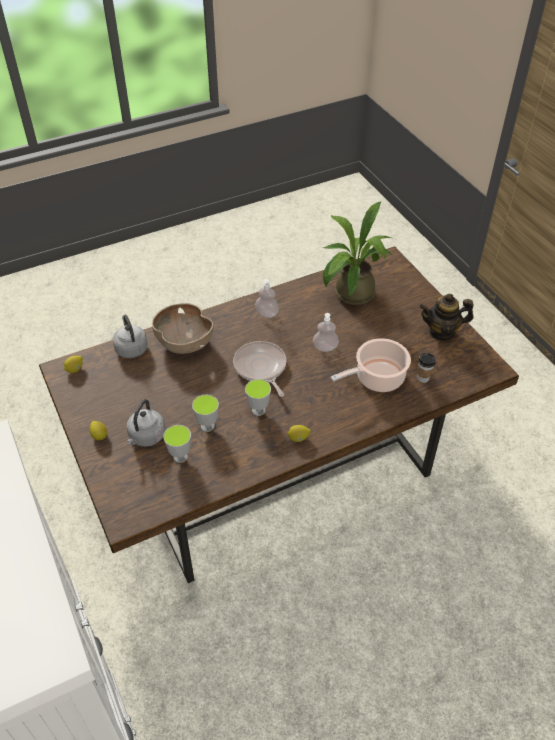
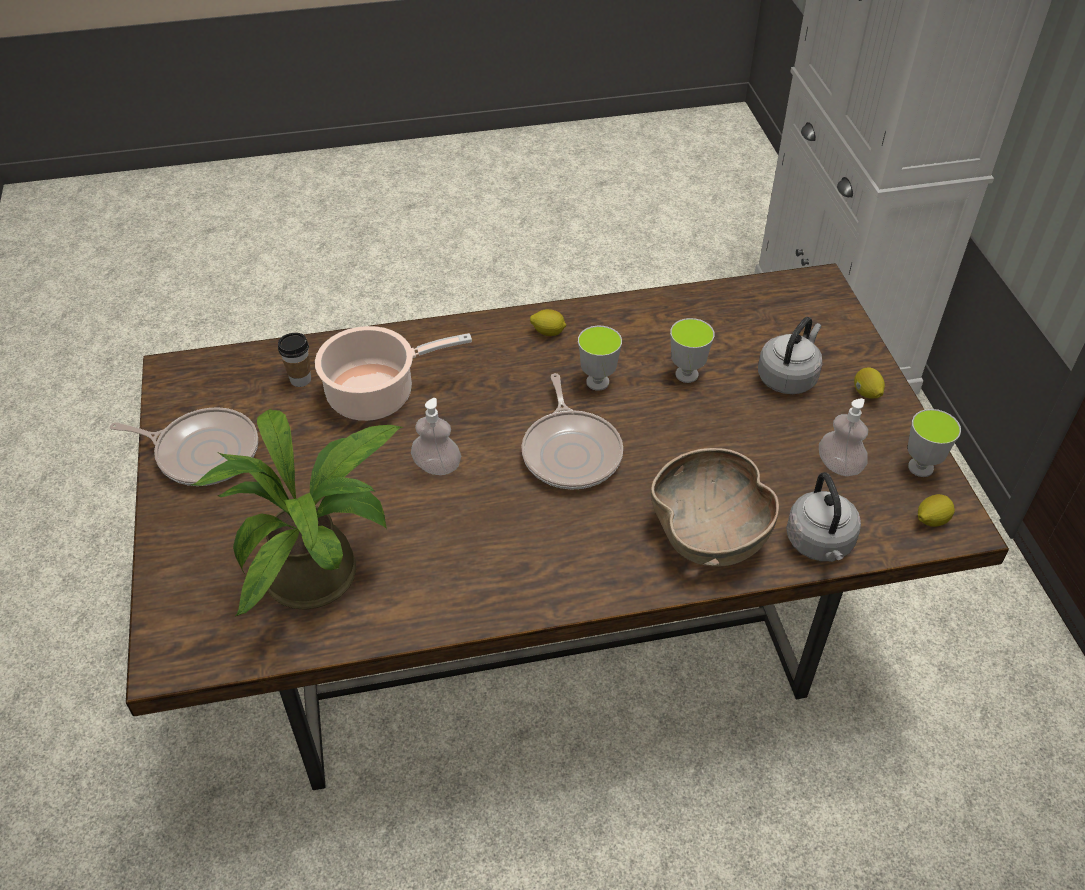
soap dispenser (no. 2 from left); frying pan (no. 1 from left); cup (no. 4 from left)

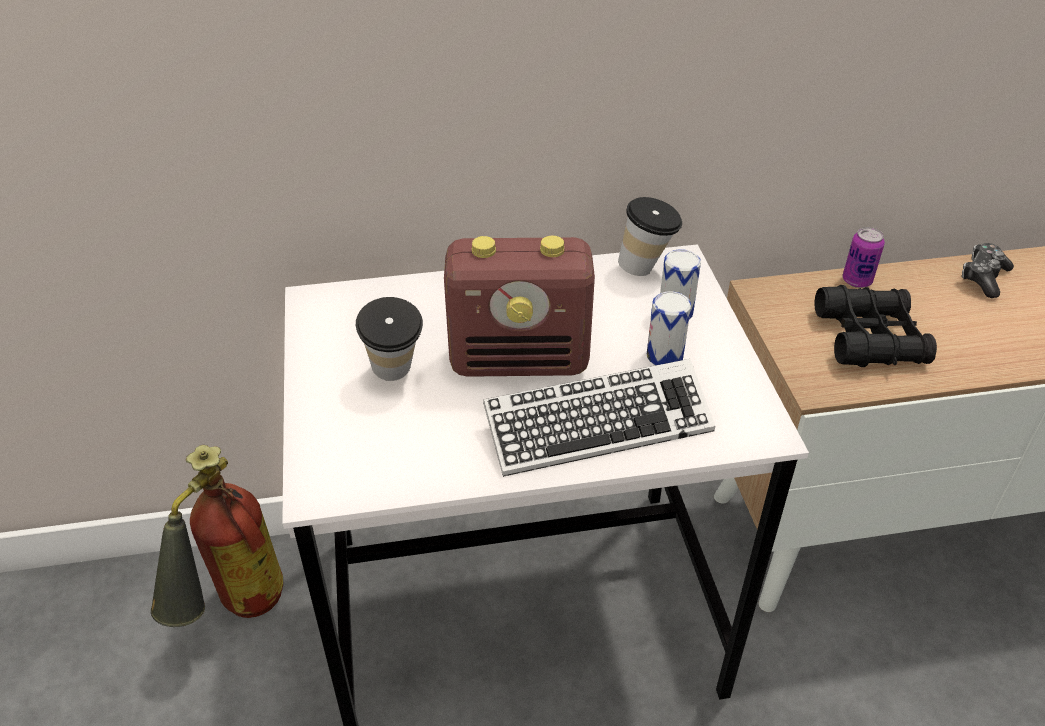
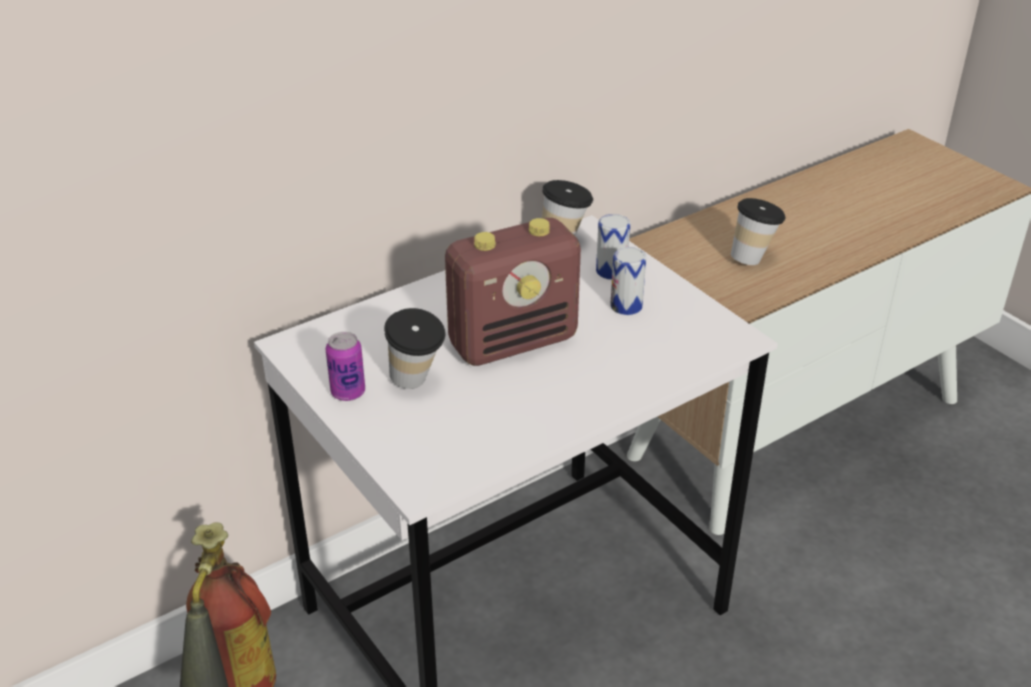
can (no. 1 from left); game controller; cup (no. 3 from left); keyboard

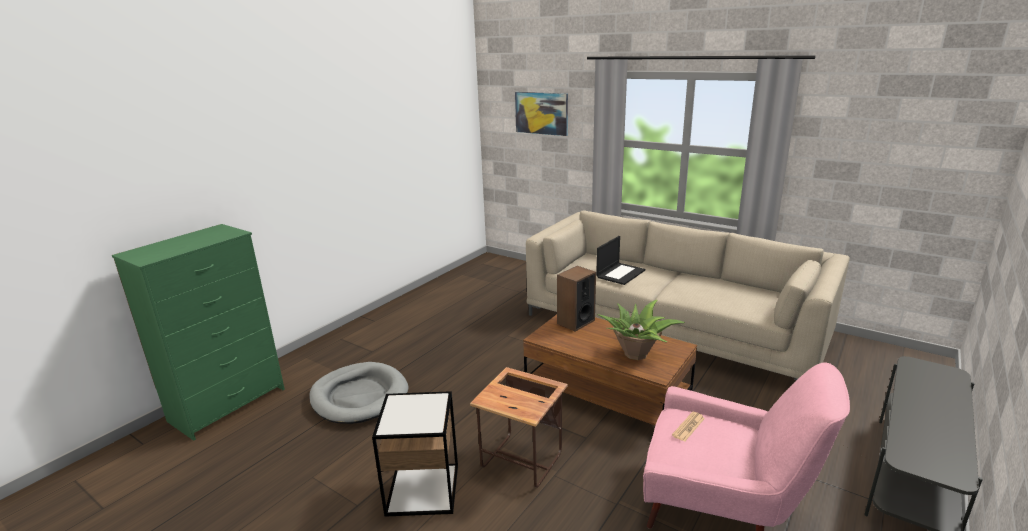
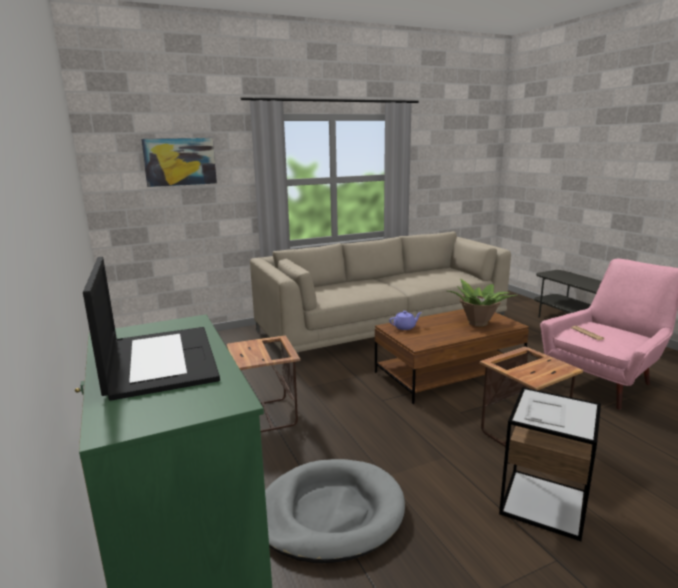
laptop; purple teapot; side table (no. 1 from left); picture frame

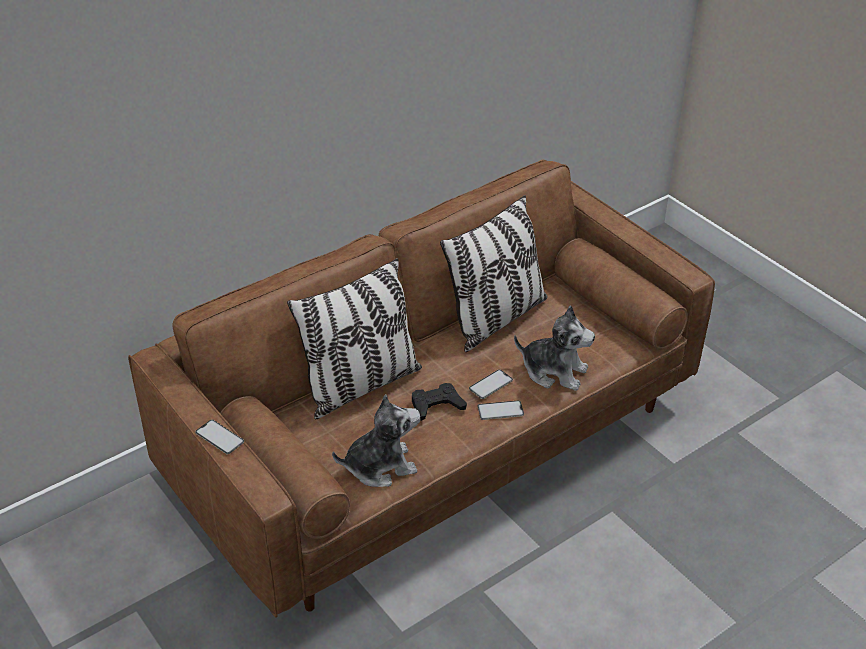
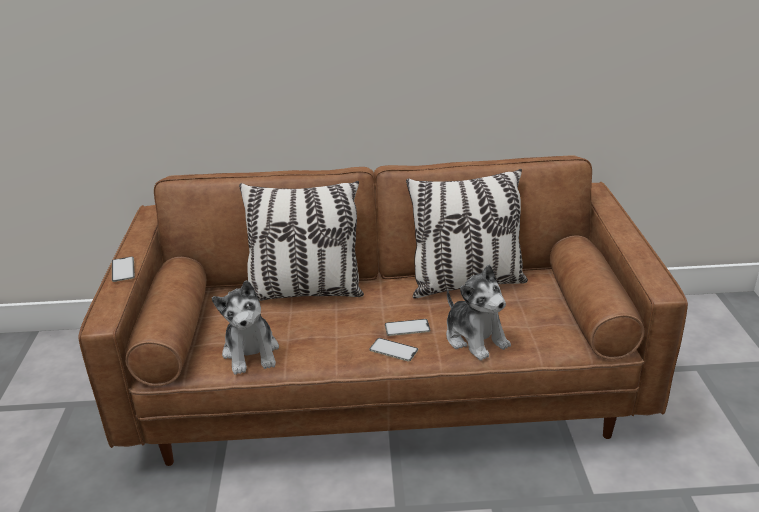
black game controller; plush toy (no. 1 from left)

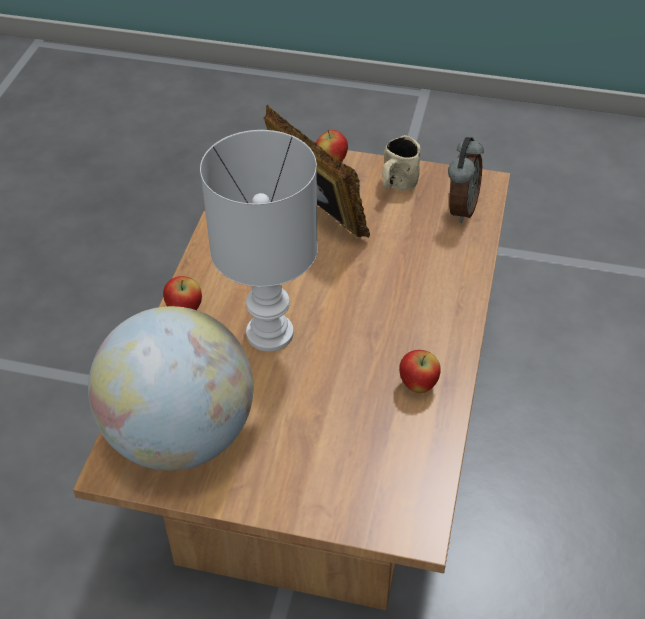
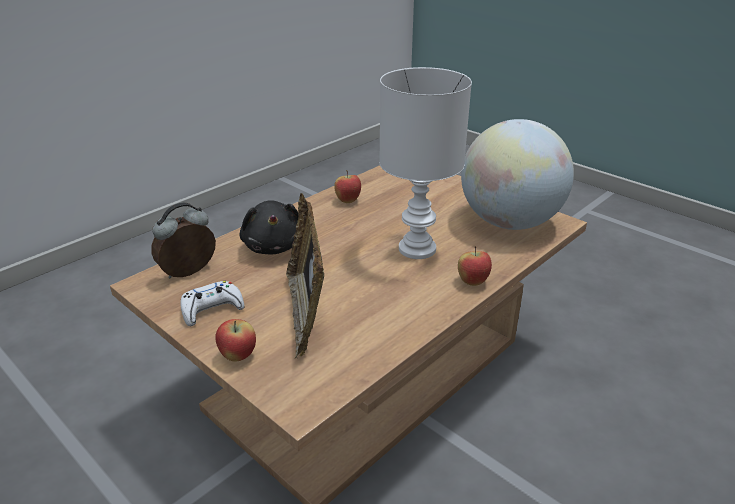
white game controller; black plush toy

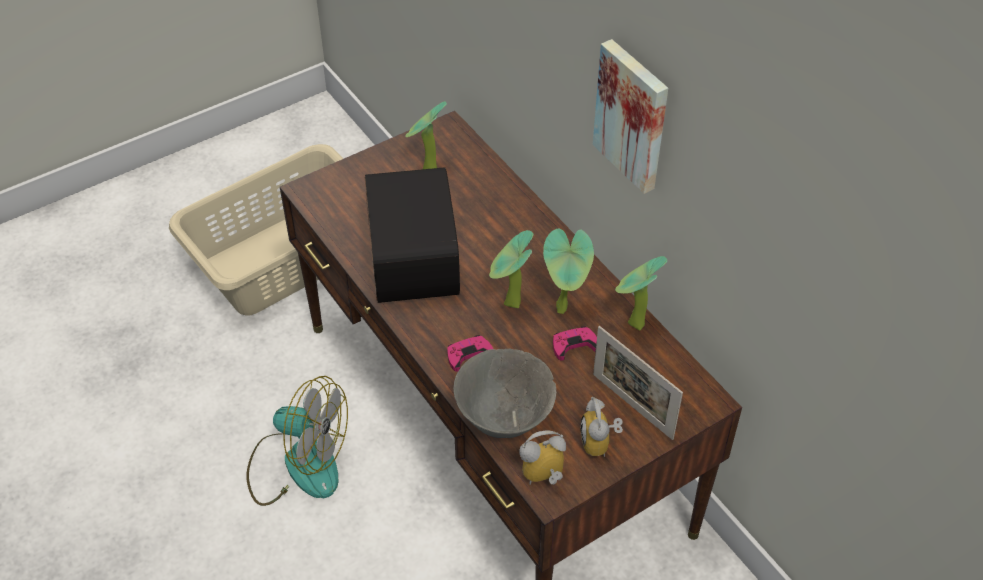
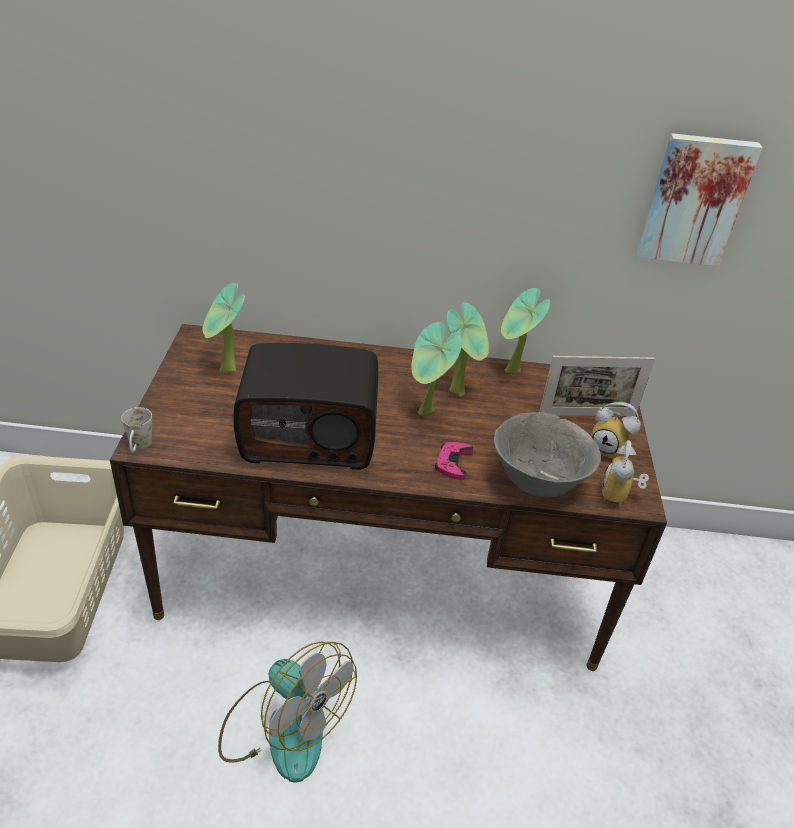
picture; radio; pink game controller (no. 2 from left in the first image); fan; white mug

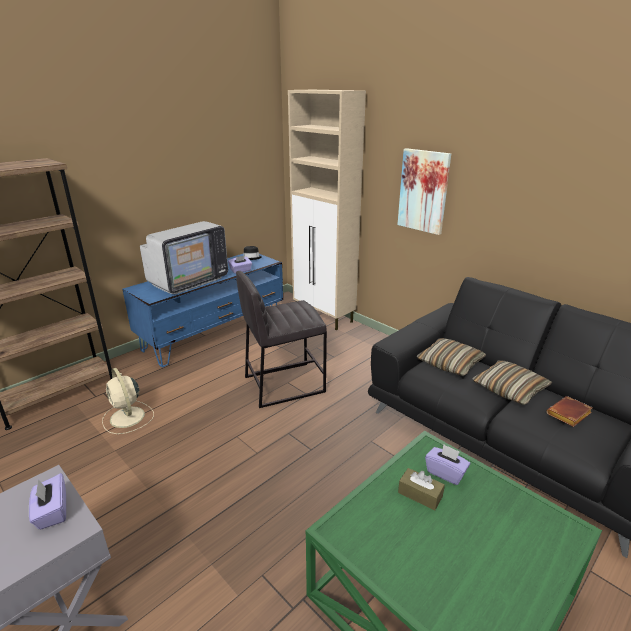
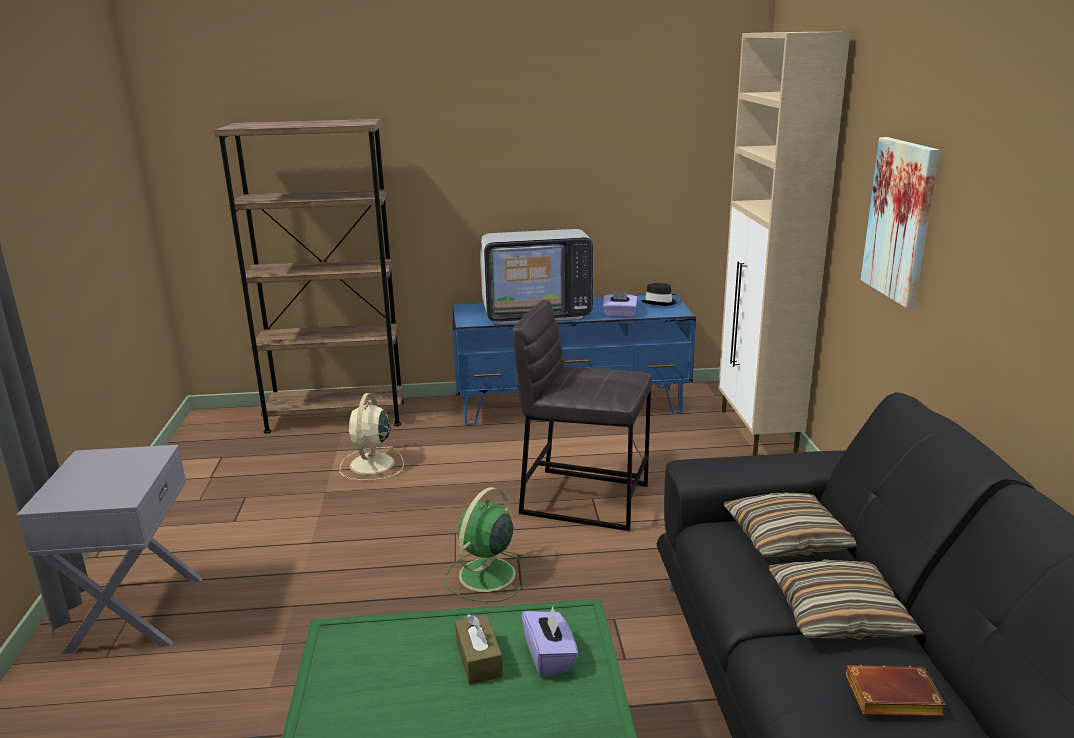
purple tissue box (no. 1 from left in the first image); green fan

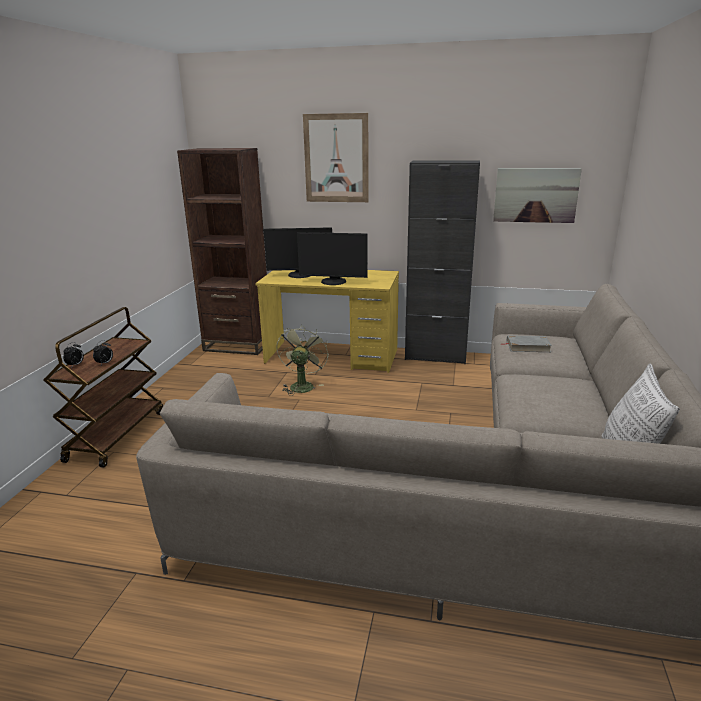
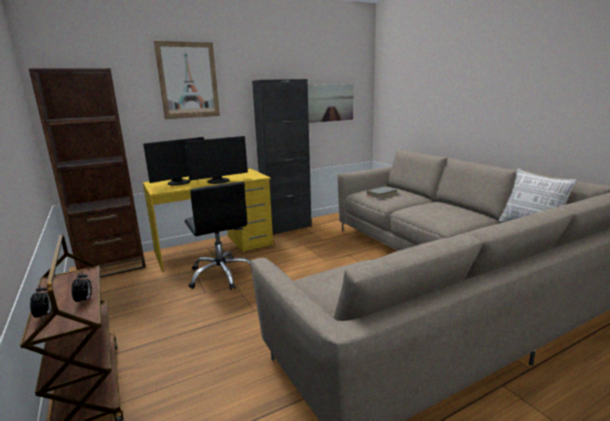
black office chair

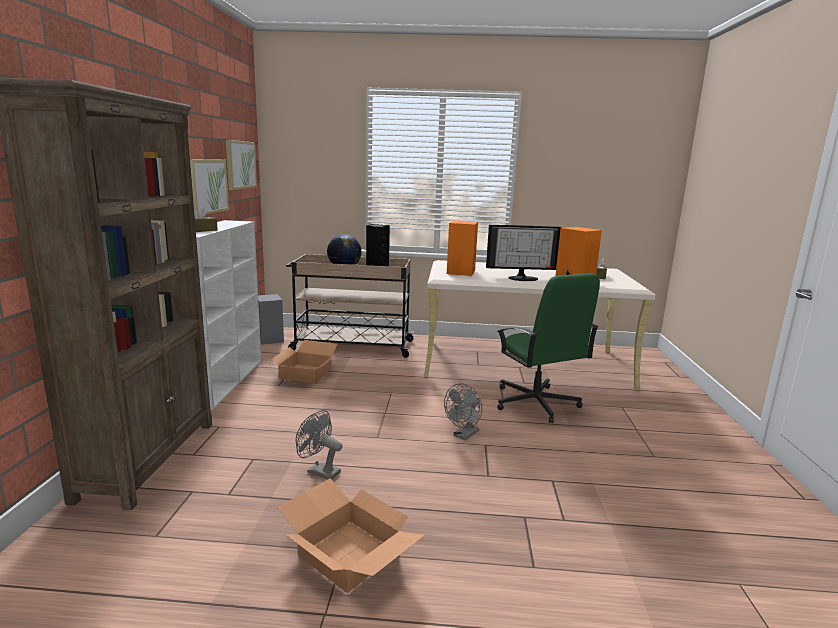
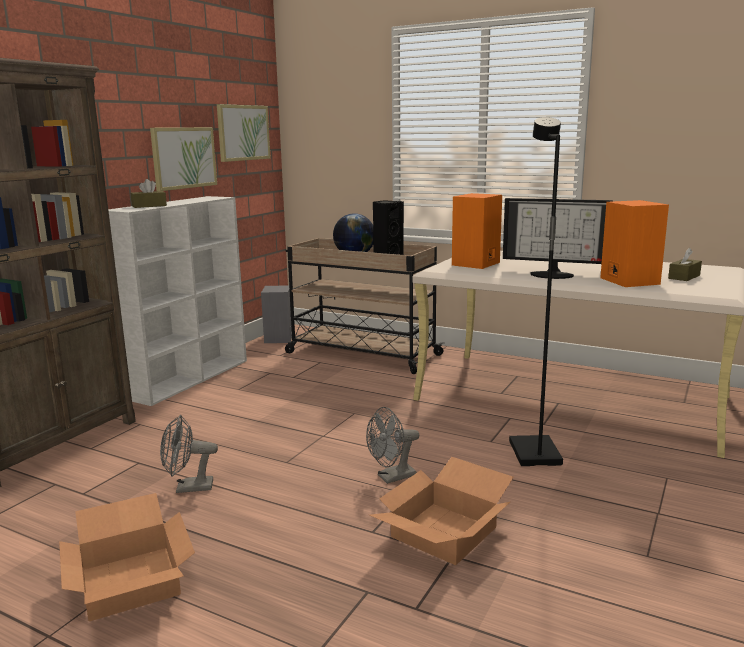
black floor lamp; cardboard box (no. 2 from left); grey fan (no. 1 from left)

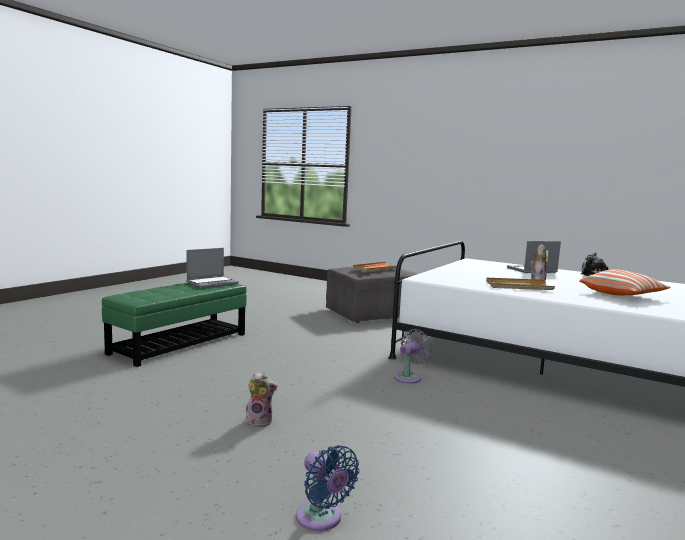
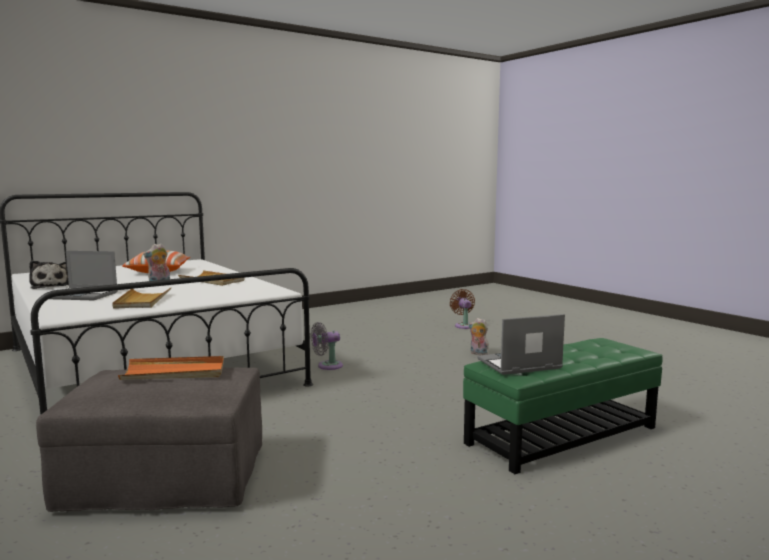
brown fan; beige tray (no. 1 from left)

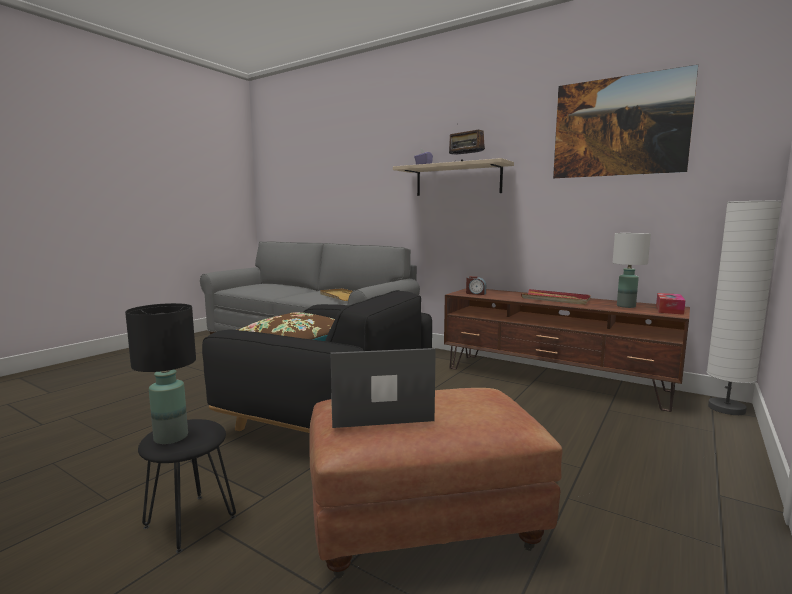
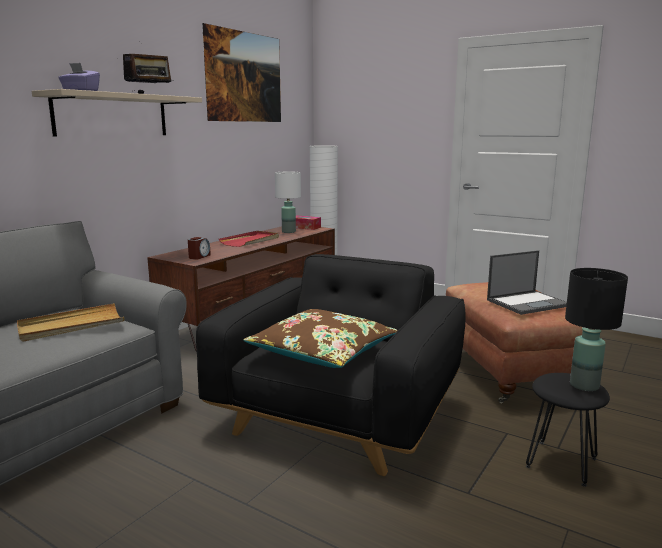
laptop

